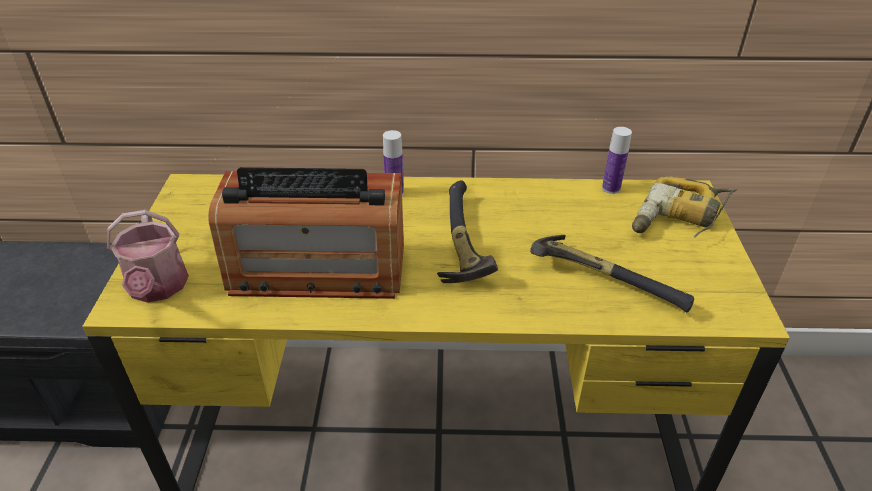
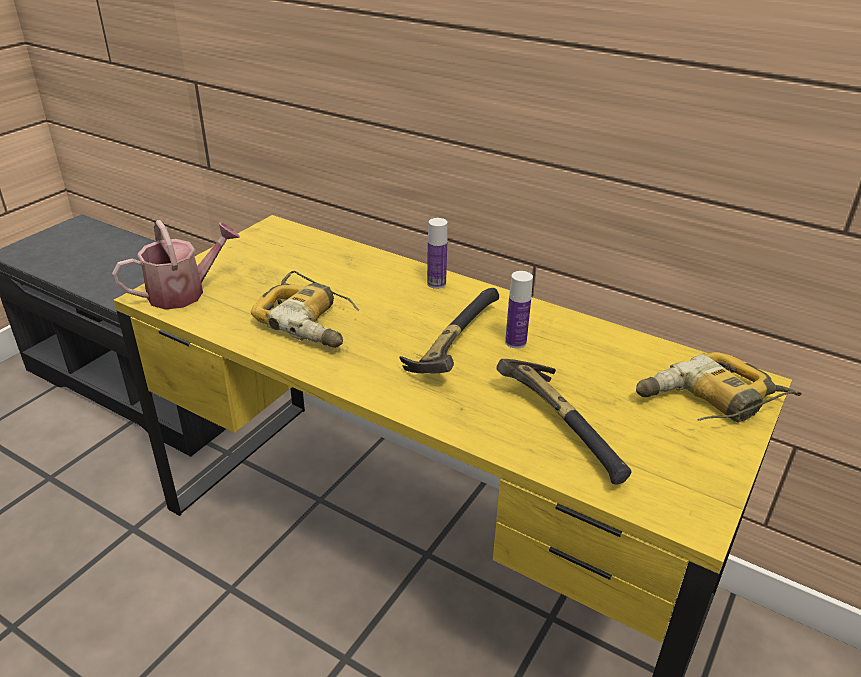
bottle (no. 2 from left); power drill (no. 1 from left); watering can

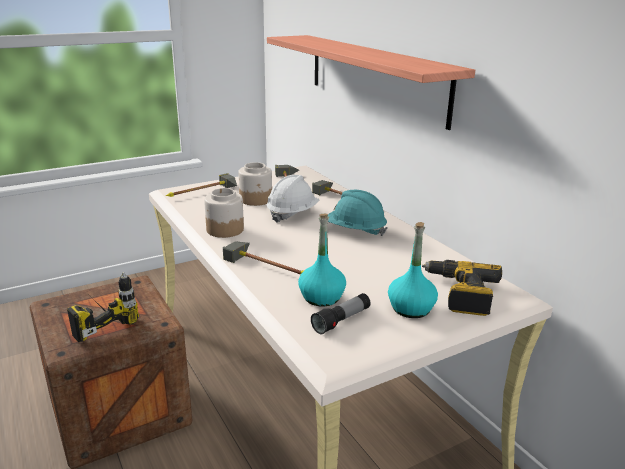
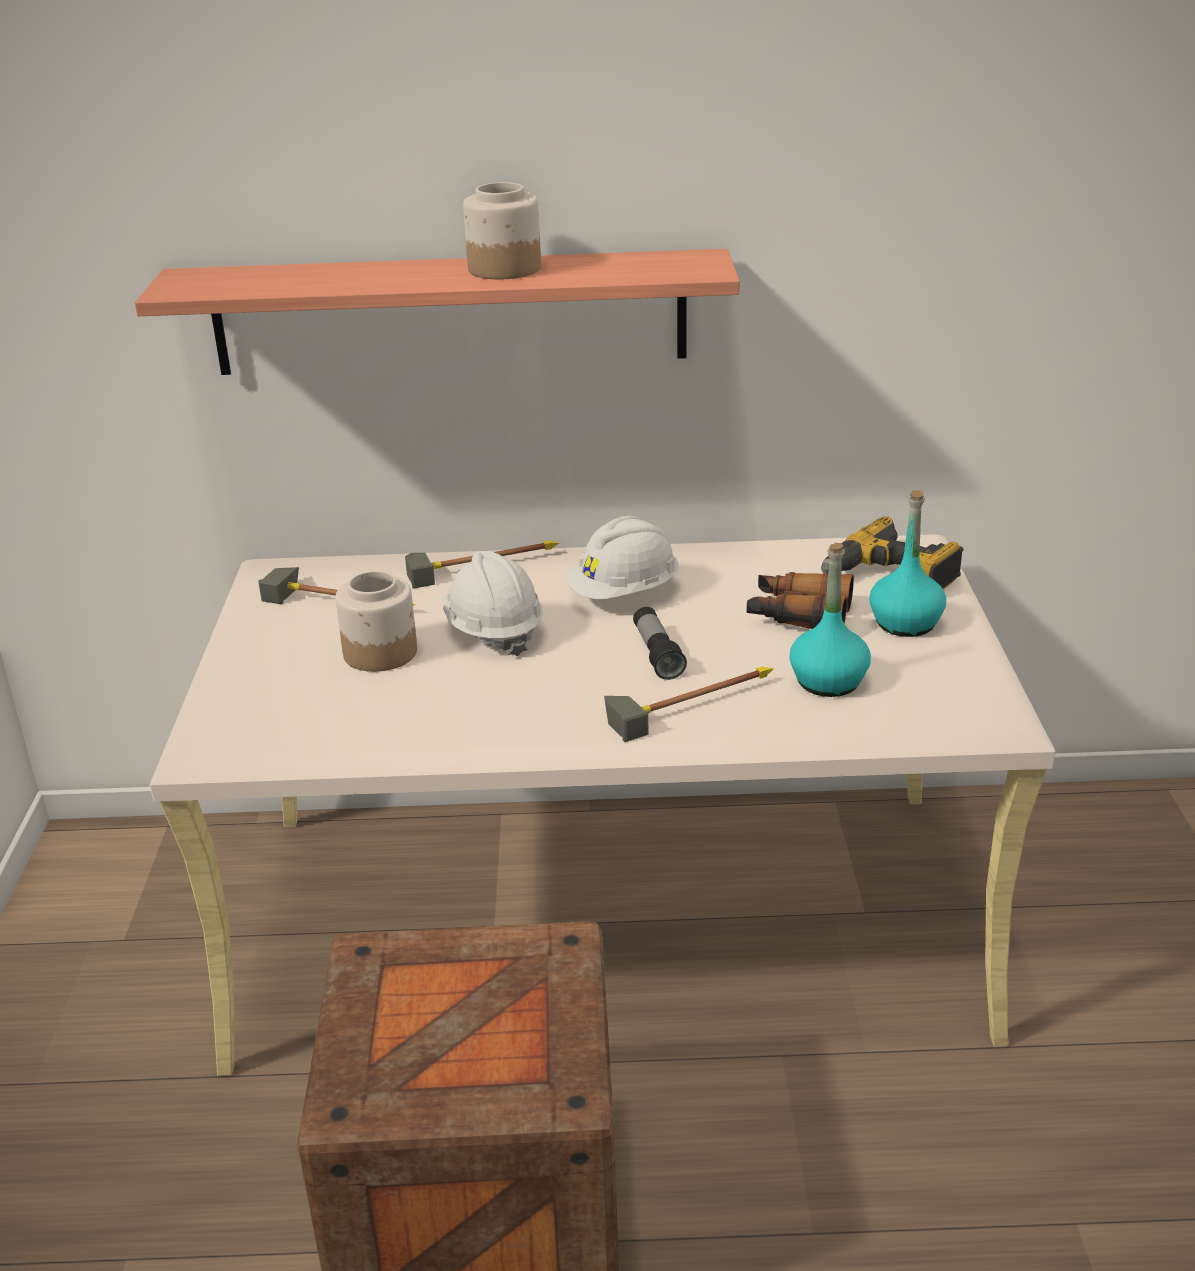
hammer (no. 1 from left in the first image); jar (no. 2 from left); white hard hat (no. 2 from left); power drill (no. 1 from left in the first image); flashlight; binoculars

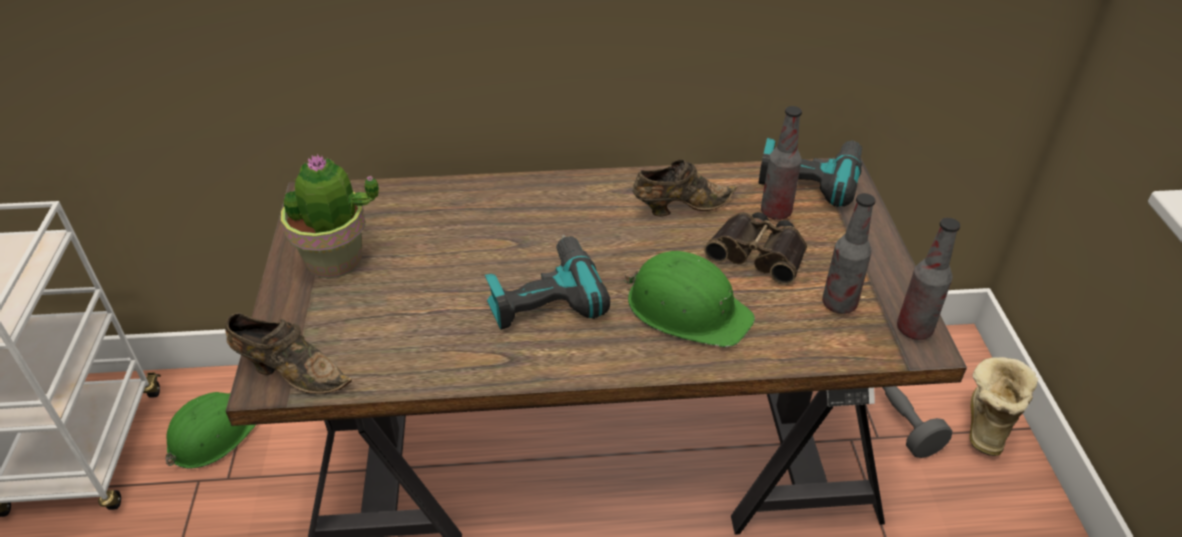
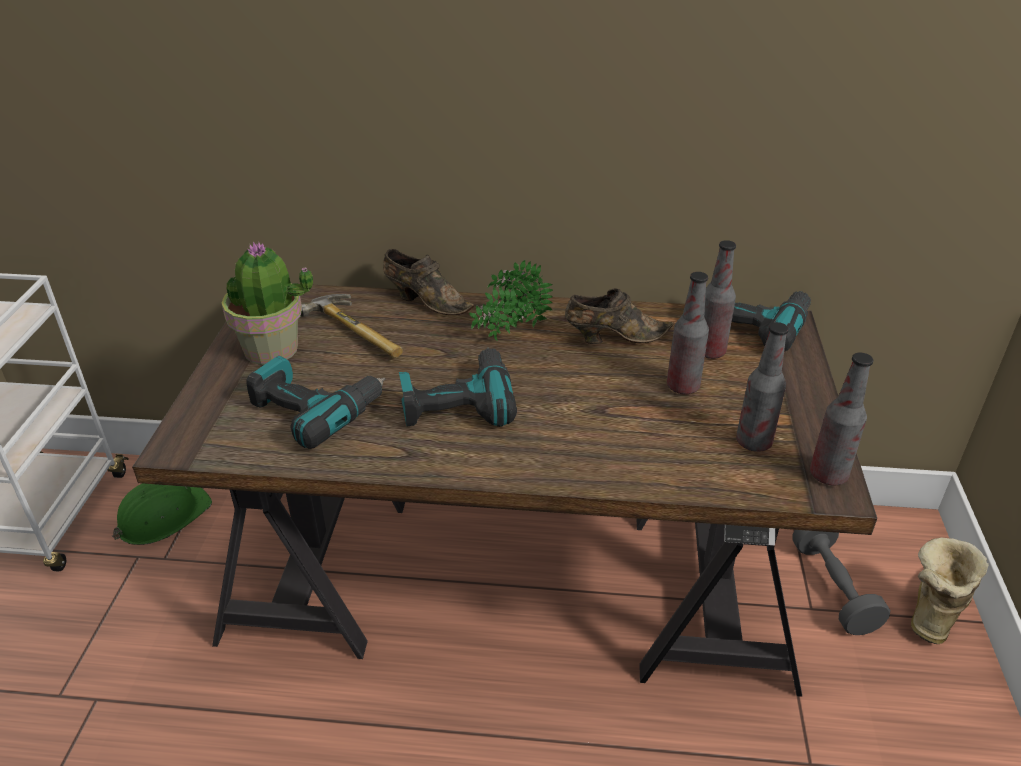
bottle (no. 1 from left); green hard hat (no. 2 from left in the first image); brown shoe (no. 1 from left); potted plant (no. 2 from left); hammer; power drill (no. 1 from left)

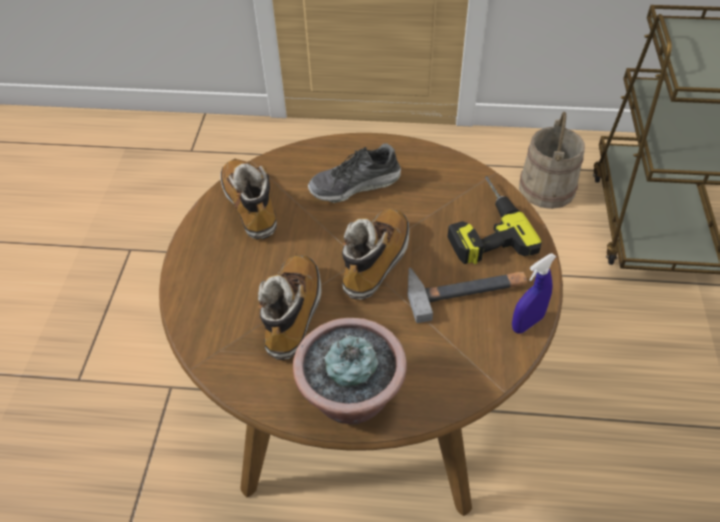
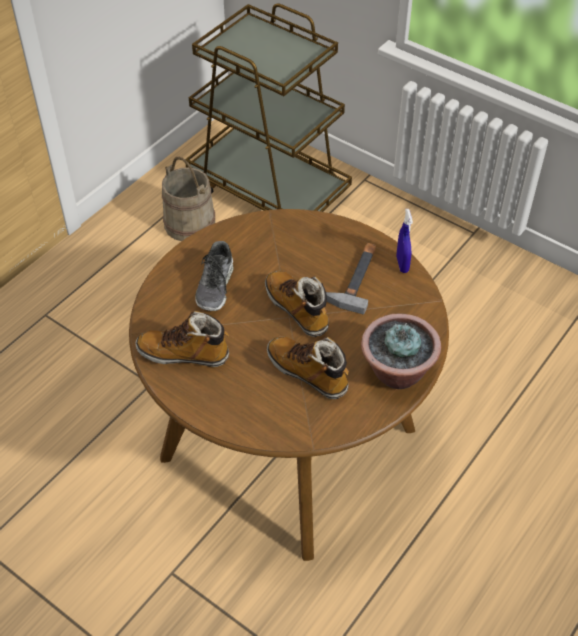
power drill

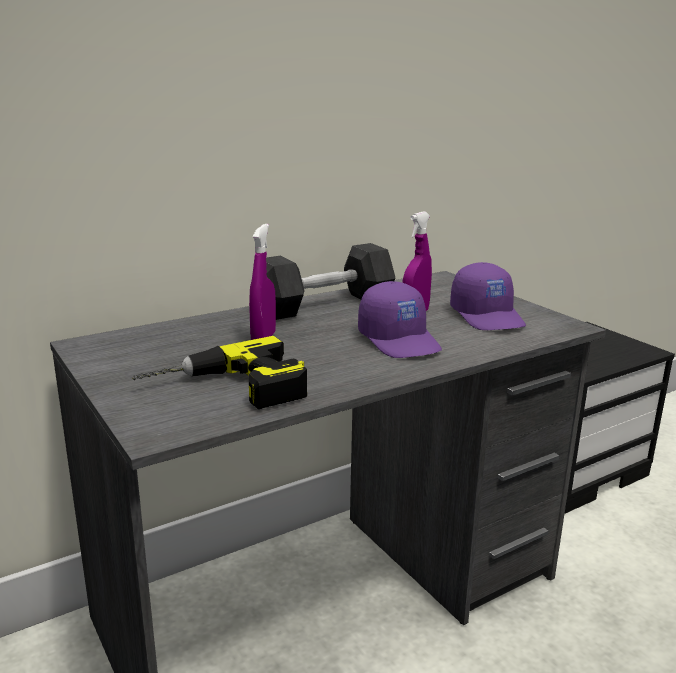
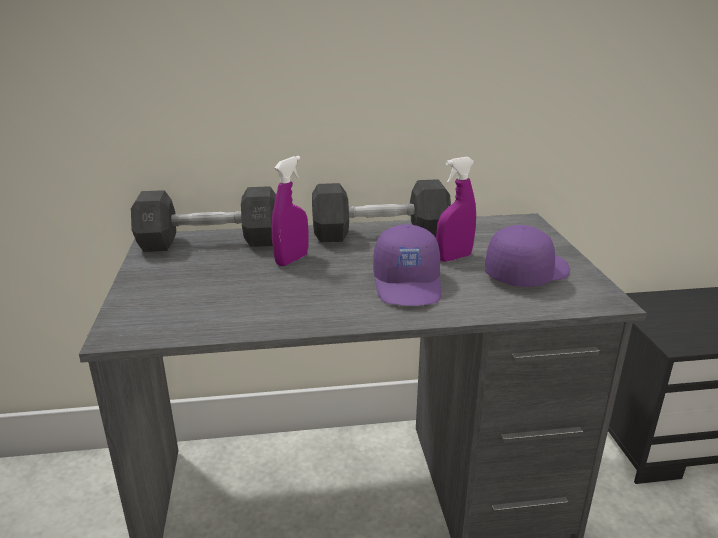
purple cap (no. 2 from left); power drill; grey dumbbell (no. 1 from left)

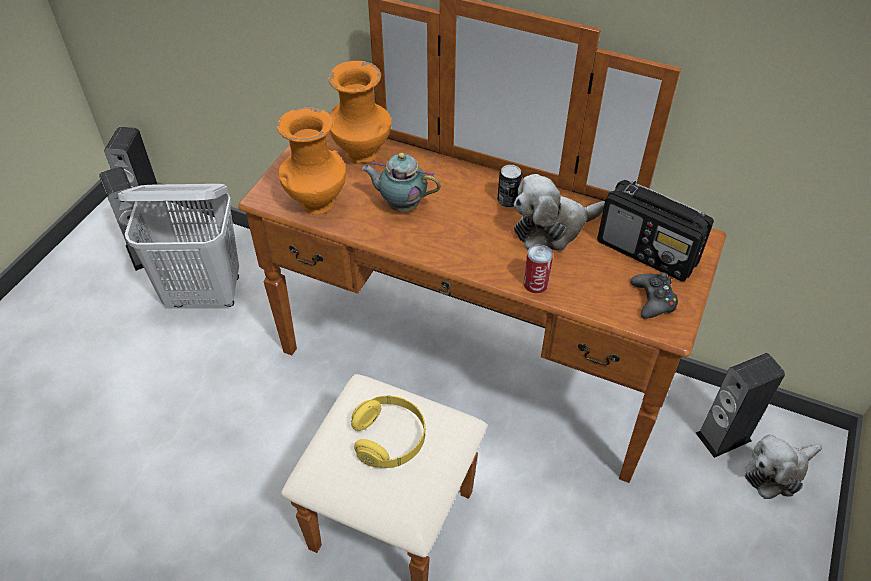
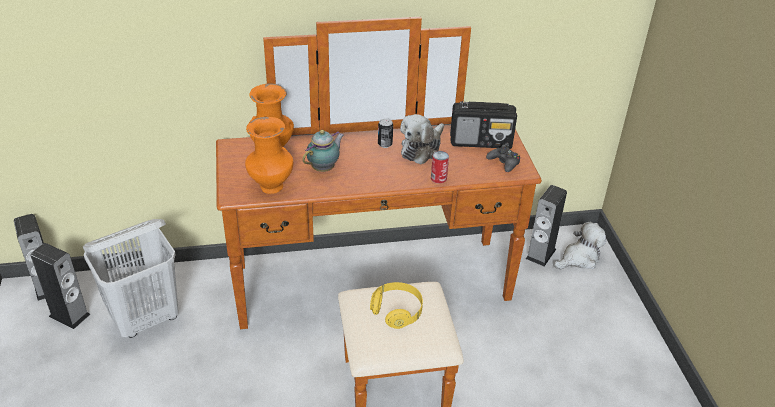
teapot; plush toy (no. 2 from left)

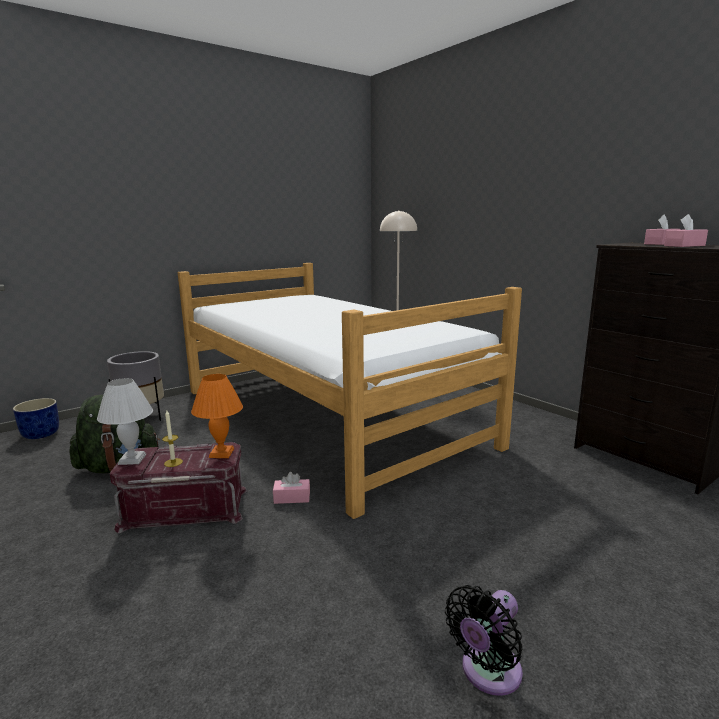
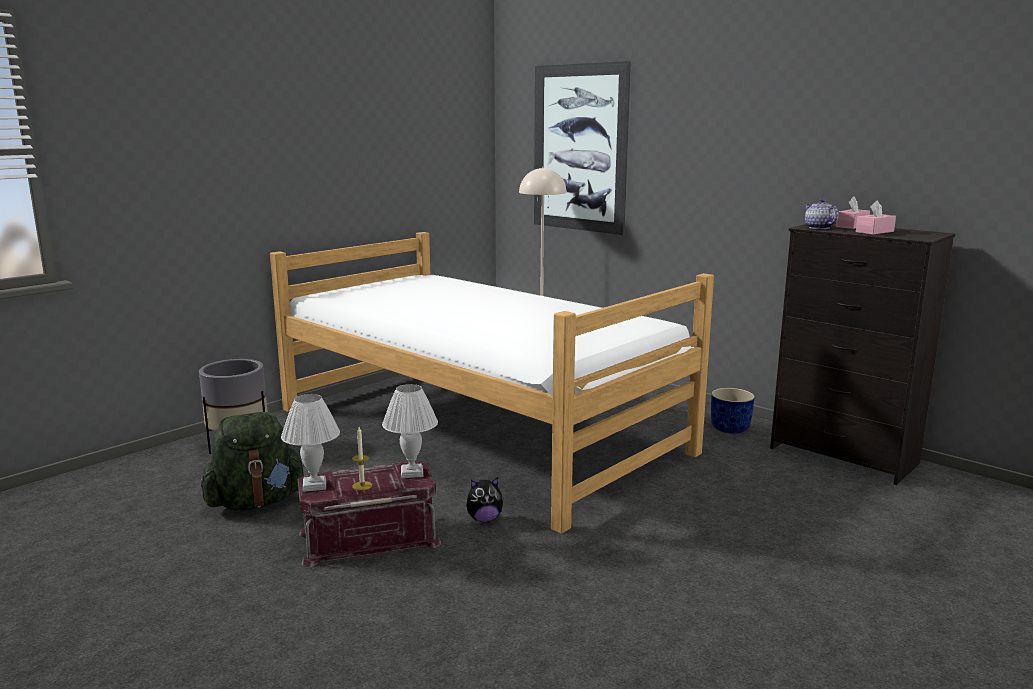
white table lamp (no. 2 from left); blue planter; plush toy; black fan; picture; teapot

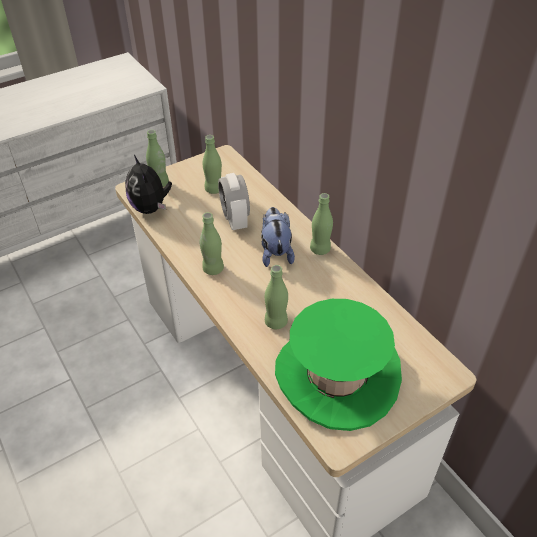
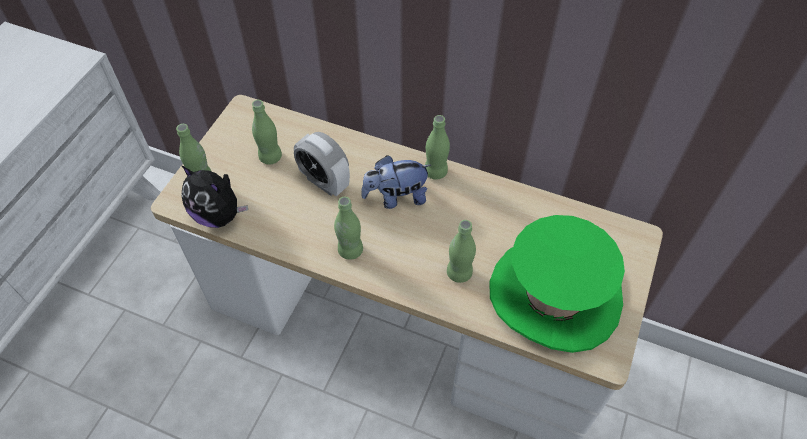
plush toy (no. 2 from left)

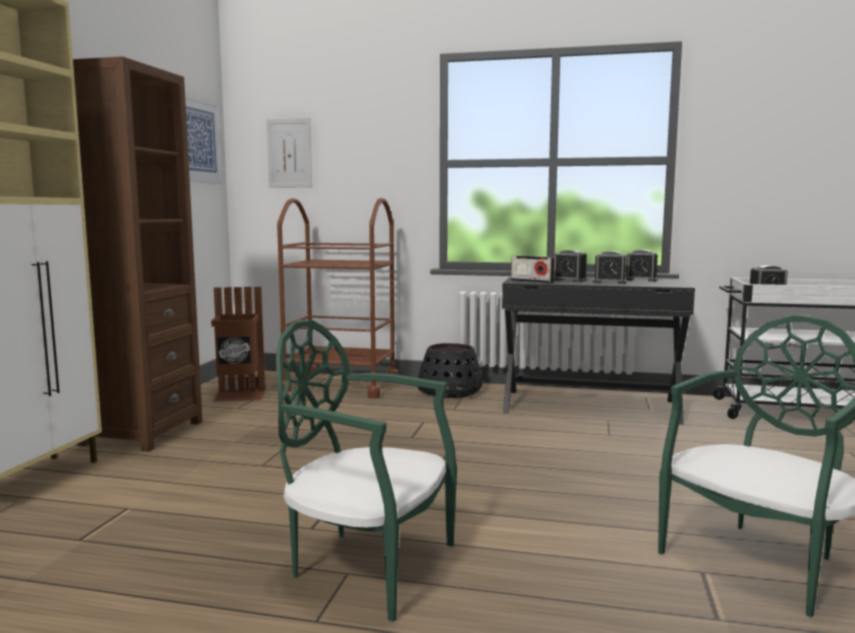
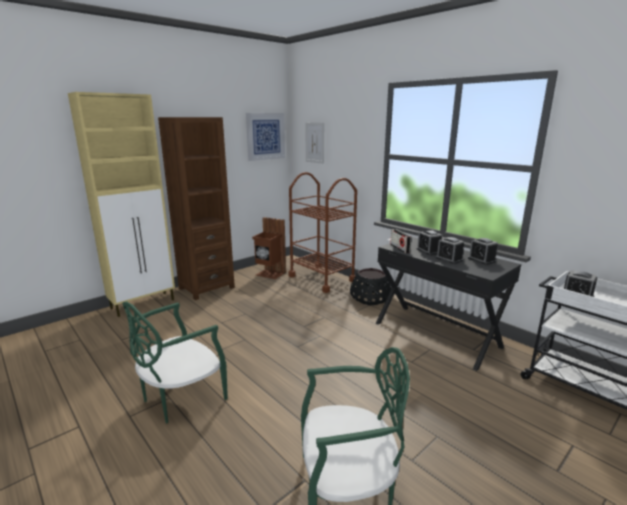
green chair (no. 1 from left)

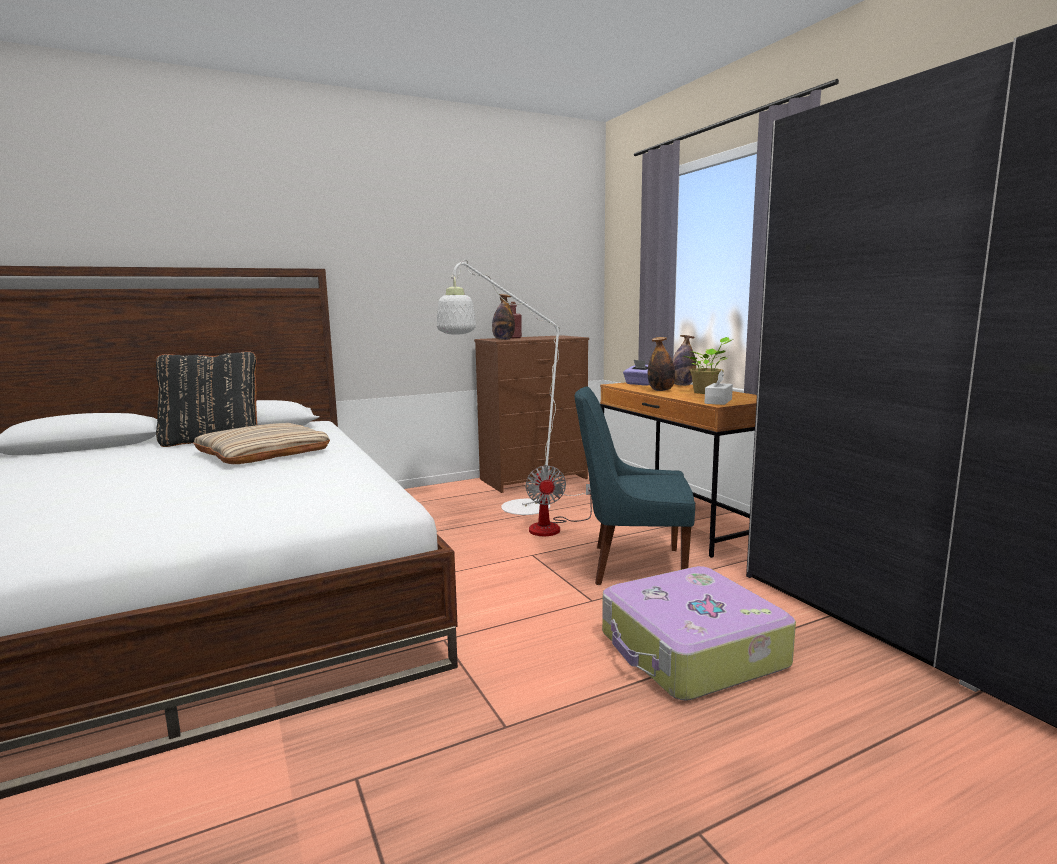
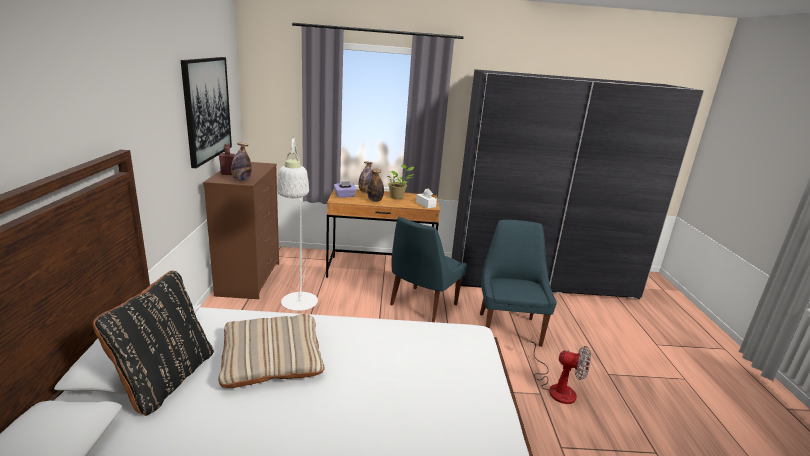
fan; blue chair (no. 2 from left); picture

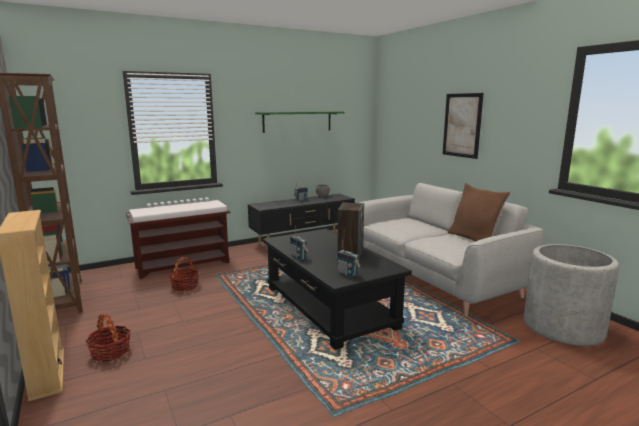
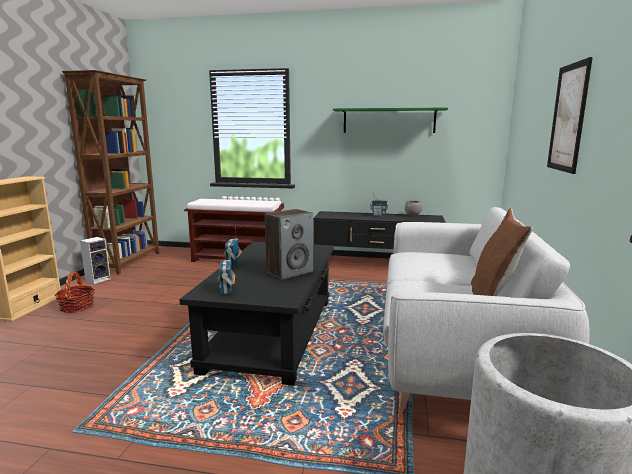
basket (no. 2 from left in the first image); speaker (no. 1 from left)

